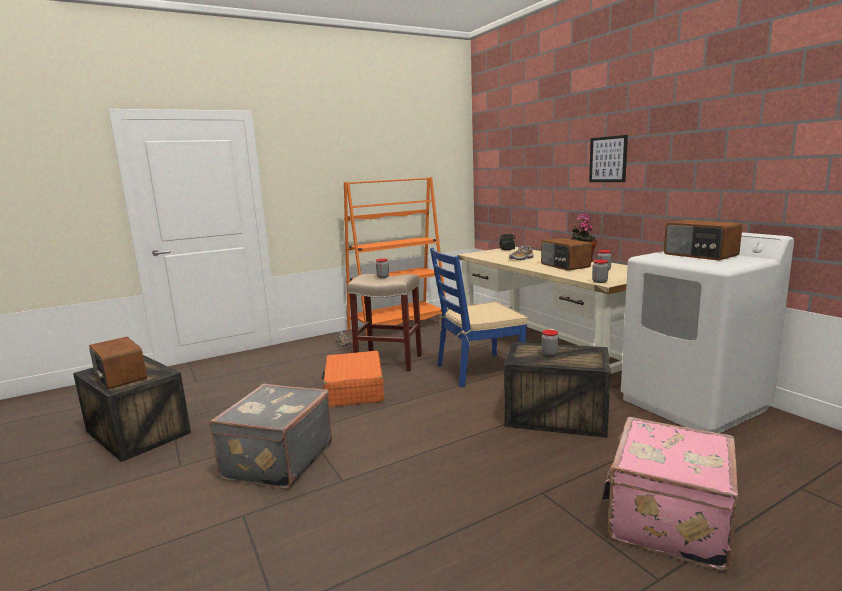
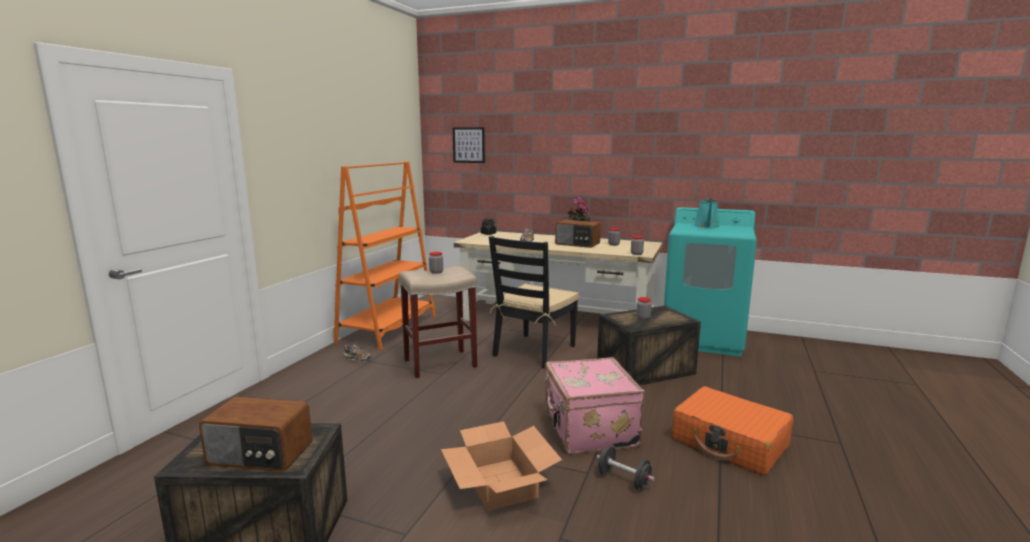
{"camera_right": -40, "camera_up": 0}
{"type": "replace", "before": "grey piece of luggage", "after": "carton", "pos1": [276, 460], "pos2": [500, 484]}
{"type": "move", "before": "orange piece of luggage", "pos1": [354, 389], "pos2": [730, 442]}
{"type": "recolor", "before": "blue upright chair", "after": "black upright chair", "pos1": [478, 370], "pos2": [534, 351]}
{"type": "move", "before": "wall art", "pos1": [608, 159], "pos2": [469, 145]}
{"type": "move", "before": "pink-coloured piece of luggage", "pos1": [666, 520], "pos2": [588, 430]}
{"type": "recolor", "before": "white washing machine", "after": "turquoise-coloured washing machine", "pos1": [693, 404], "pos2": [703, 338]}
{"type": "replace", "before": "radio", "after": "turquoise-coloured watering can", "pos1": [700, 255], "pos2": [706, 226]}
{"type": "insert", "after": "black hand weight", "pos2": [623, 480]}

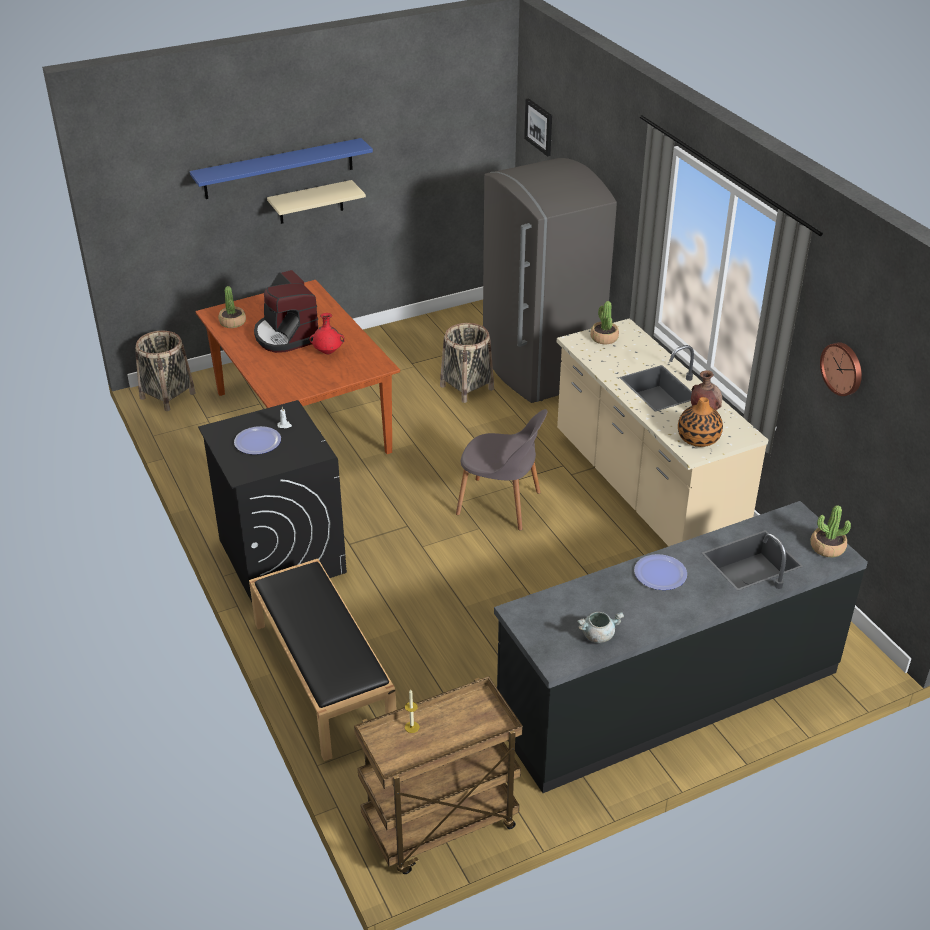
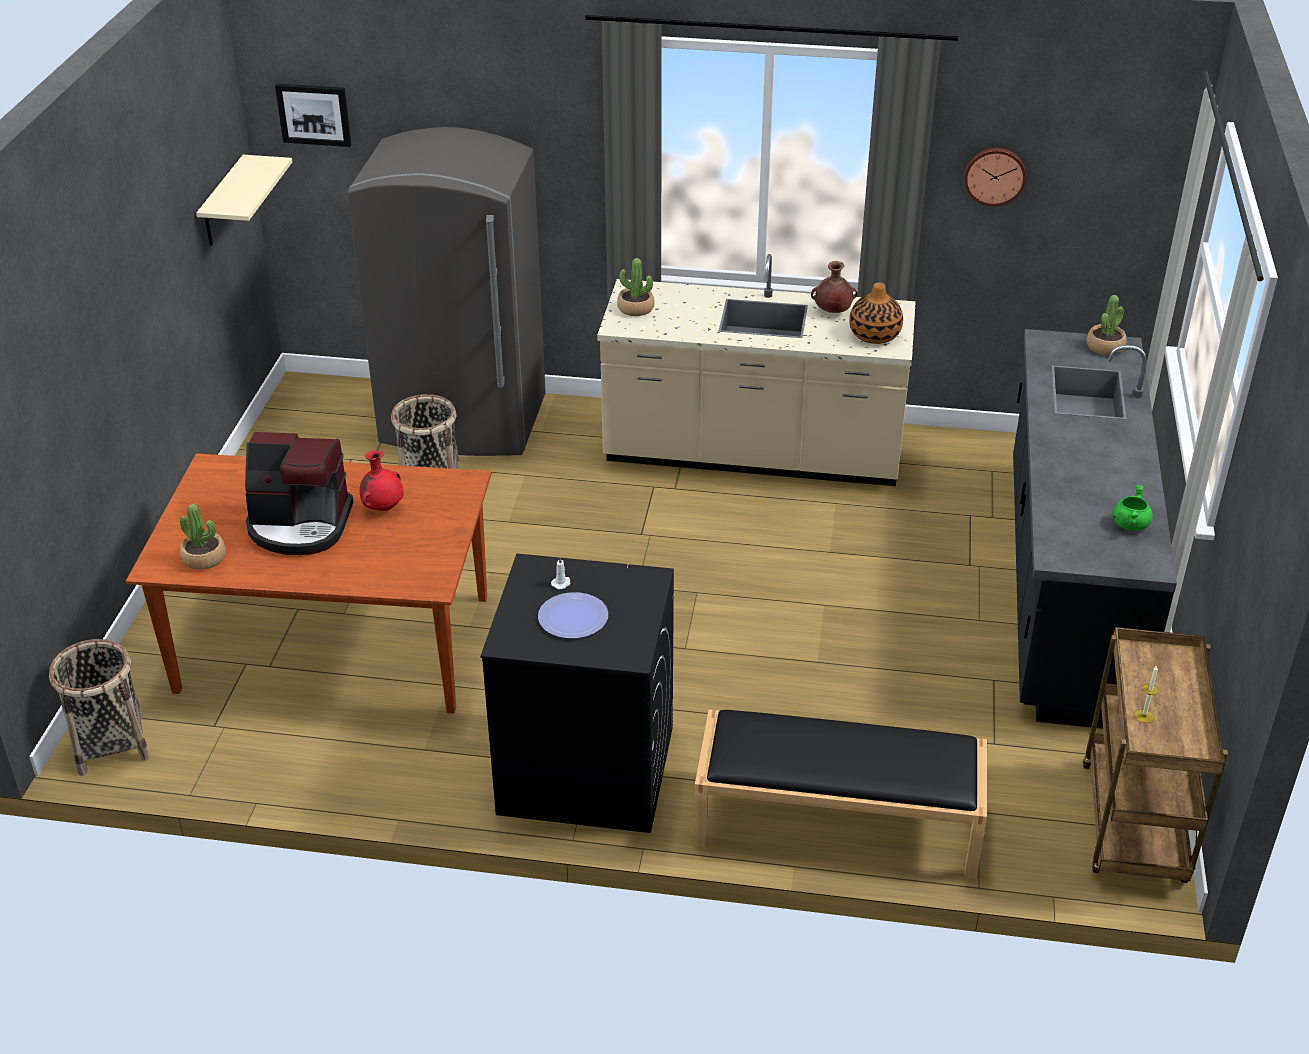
{"camera_right": -55, "camera_up": 0}
{"type": "delete", "before": "blue shelf", "pos1": [279, 168]}
{"type": "move", "before": "beige shelf", "pos1": [310, 202], "pos2": [223, 202]}
{"type": "delete", "before": "grey upright chair", "pos1": [501, 504]}
{"type": "recolor", "before": "grey cooking pot", "after": "greenish cooking pot", "pos1": [598, 635], "pos2": [1129, 524]}
{"type": "delete", "before": "dinner plate", "pos1": [660, 573]}

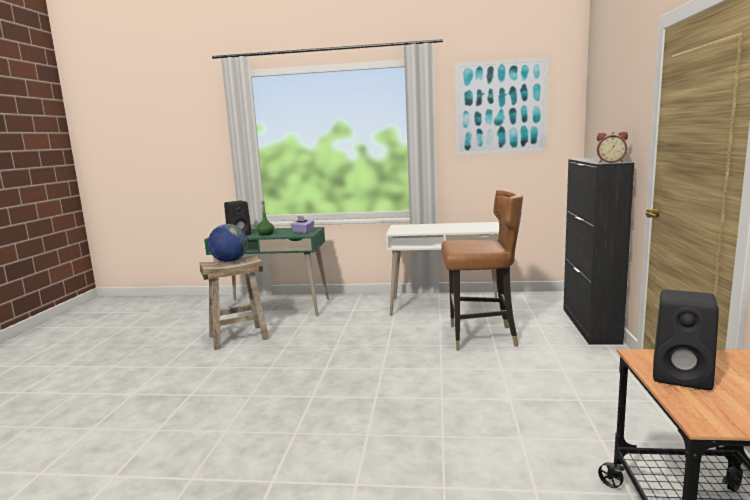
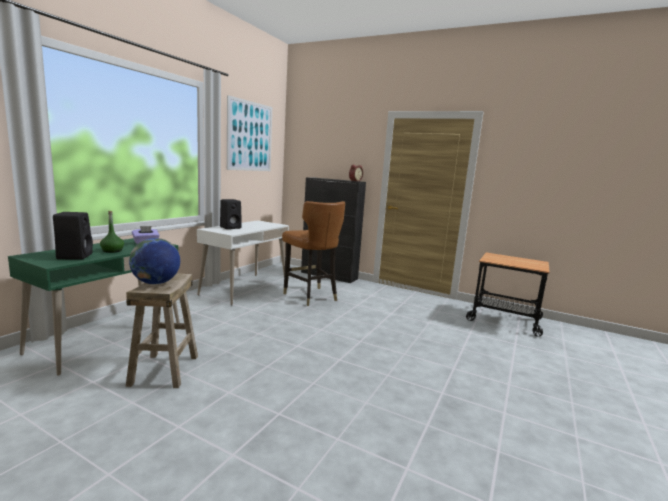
{"camera_right": -70, "camera_up": 0}
{"type": "rotate", "before": "brown-coloured upright chair", "pos1": [480, 337], "pos2": [310, 296], "turn": 120}
{"type": "move", "before": "black audio speaker", "pos1": [683, 377], "pos2": [231, 227]}

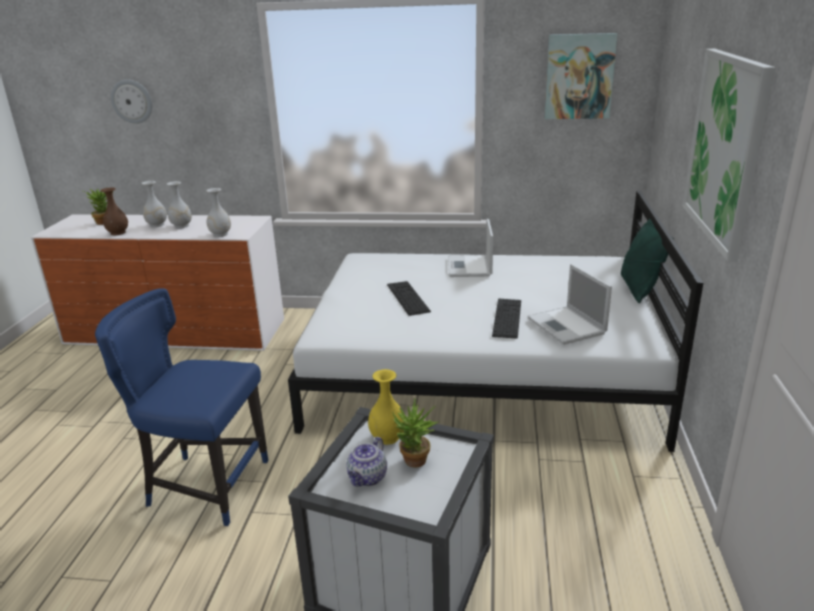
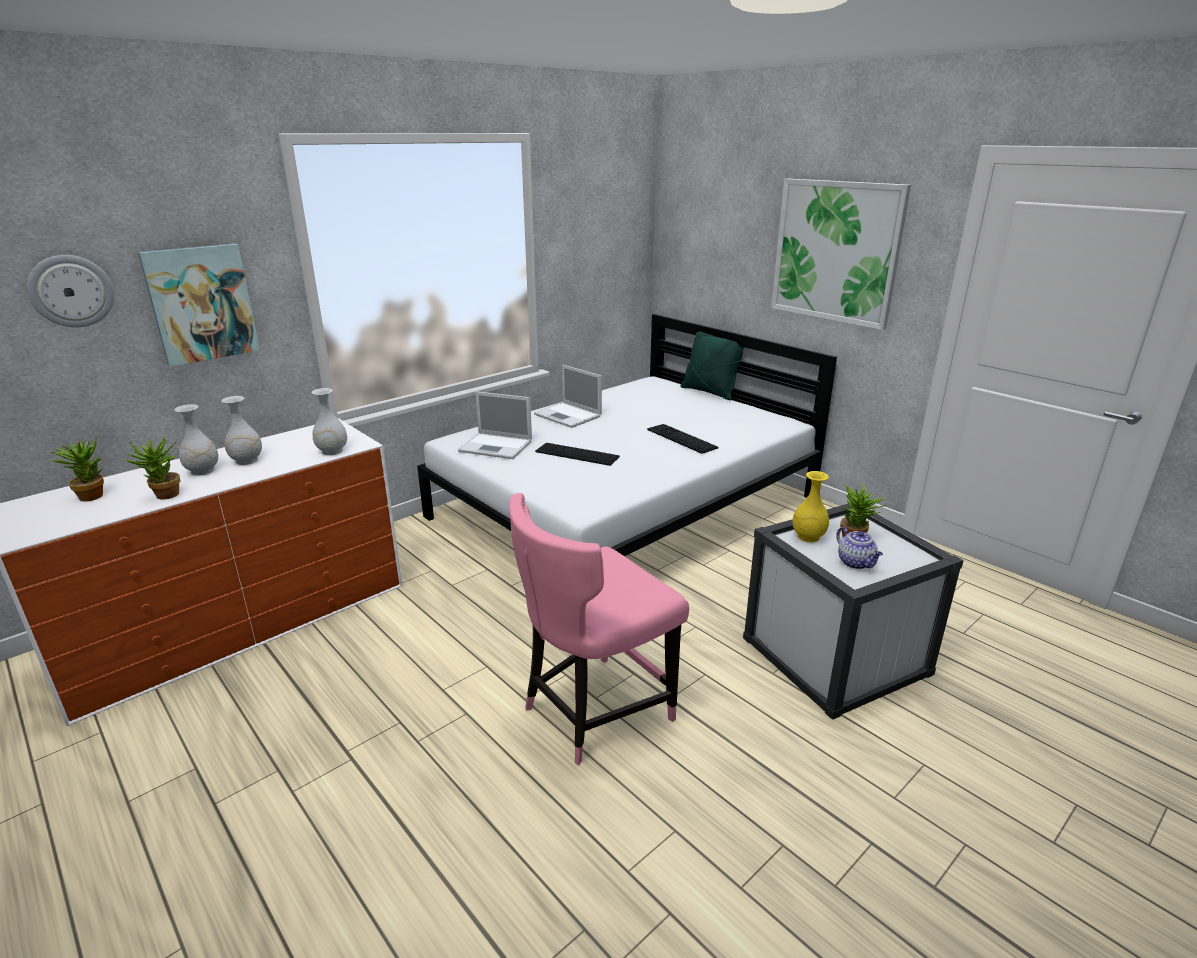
{"camera_right": -50, "camera_up": 0}
{"type": "recolor", "before": "blue upright chair", "after": "pink-coloured upright chair", "pos1": [205, 485], "pos2": [593, 711]}
{"type": "replace", "before": "brown-coloured decorative vase", "after": "potted plant", "pos1": [118, 233], "pos2": [164, 497]}
{"type": "move", "before": "laptop", "pos1": [567, 326], "pos2": [497, 446]}
{"type": "move", "before": "wall art", "pos1": [579, 76], "pos2": [201, 303]}

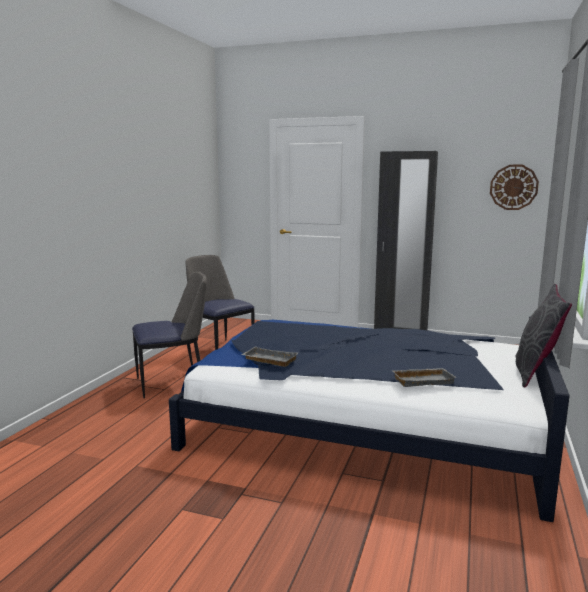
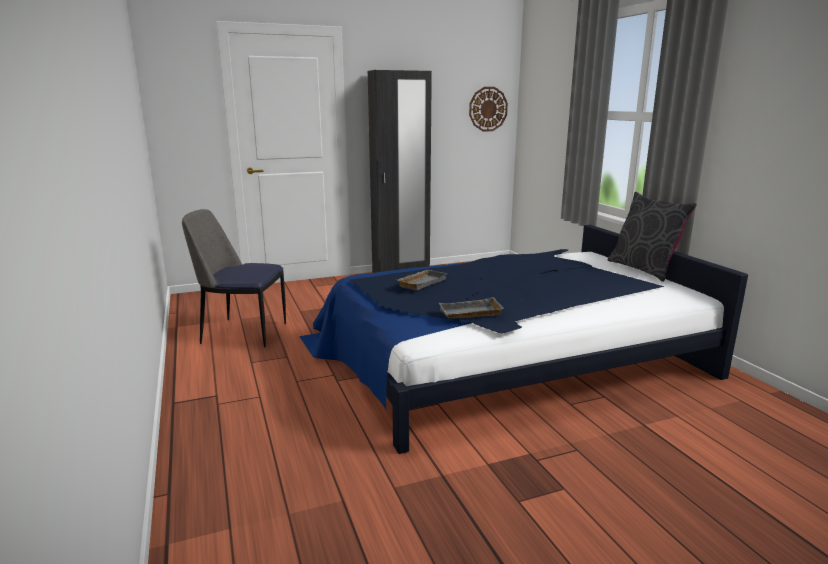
{"camera_right": -40, "camera_up": 5}
{"type": "delete", "before": "upright chair", "pos1": [173, 383]}
{"type": "move", "before": "grey tray", "pos1": [423, 380], "pos2": [421, 282]}

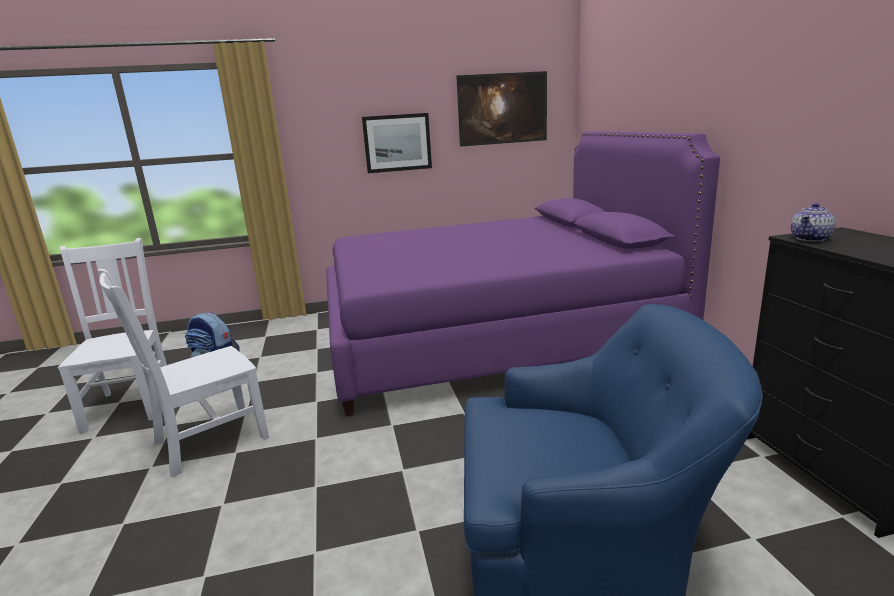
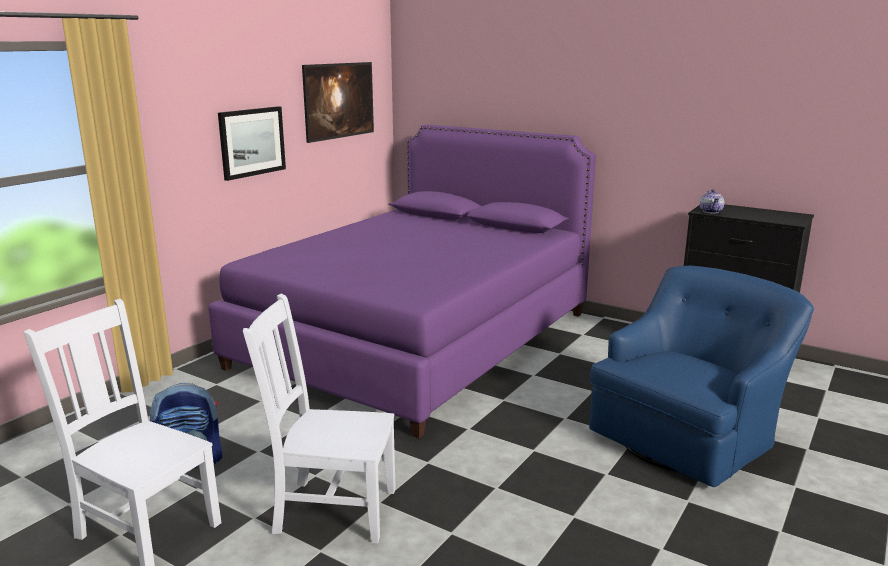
{"camera_right": -45, "camera_up": 0}
{"type": "rotate", "before": "white upright chair", "pos1": [207, 442], "pos2": [331, 510], "turn": 90}

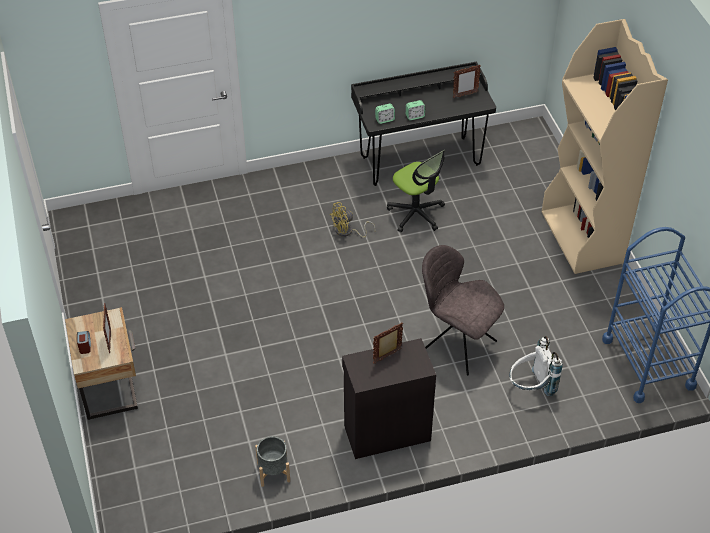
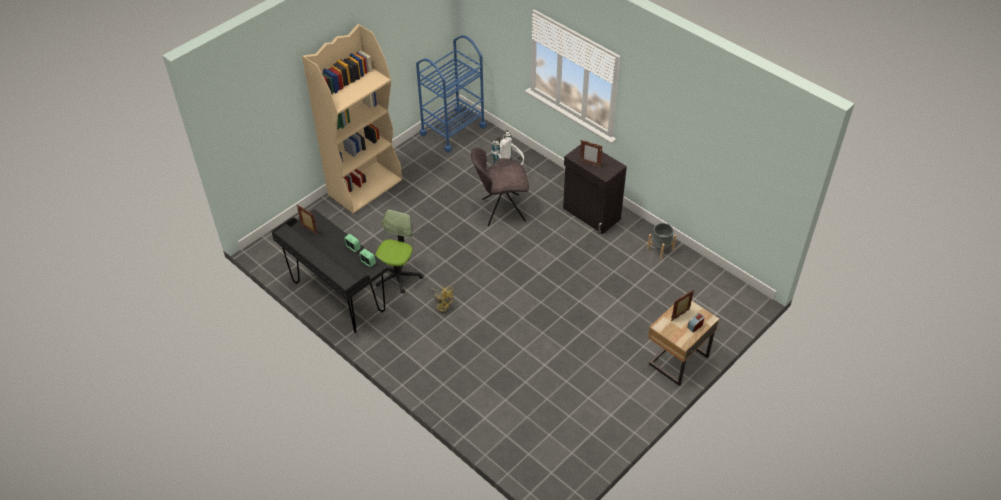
{"camera_right": -120, "camera_up": 0}
{"type": "rotate", "before": "grey upright chair", "pos1": [457, 344], "pos2": [501, 210], "turn": 75}

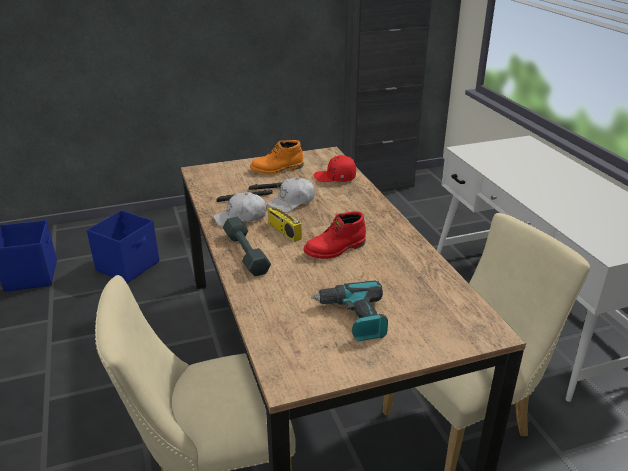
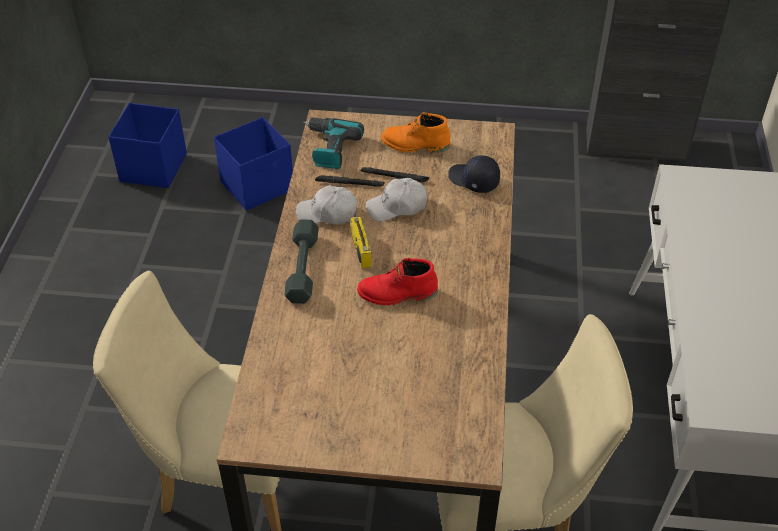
{"camera_right": 25, "camera_up": 15}
{"type": "move", "before": "drill", "pos1": [354, 318], "pos2": [329, 148]}
{"type": "recolor", "before": "red cap", "after": "black cap", "pos1": [335, 178], "pos2": [473, 180]}

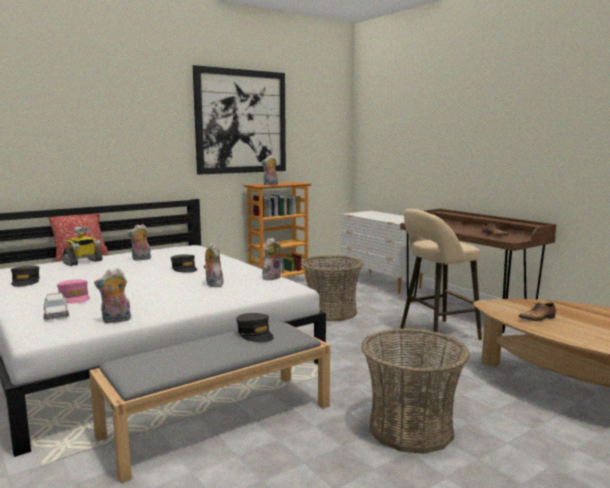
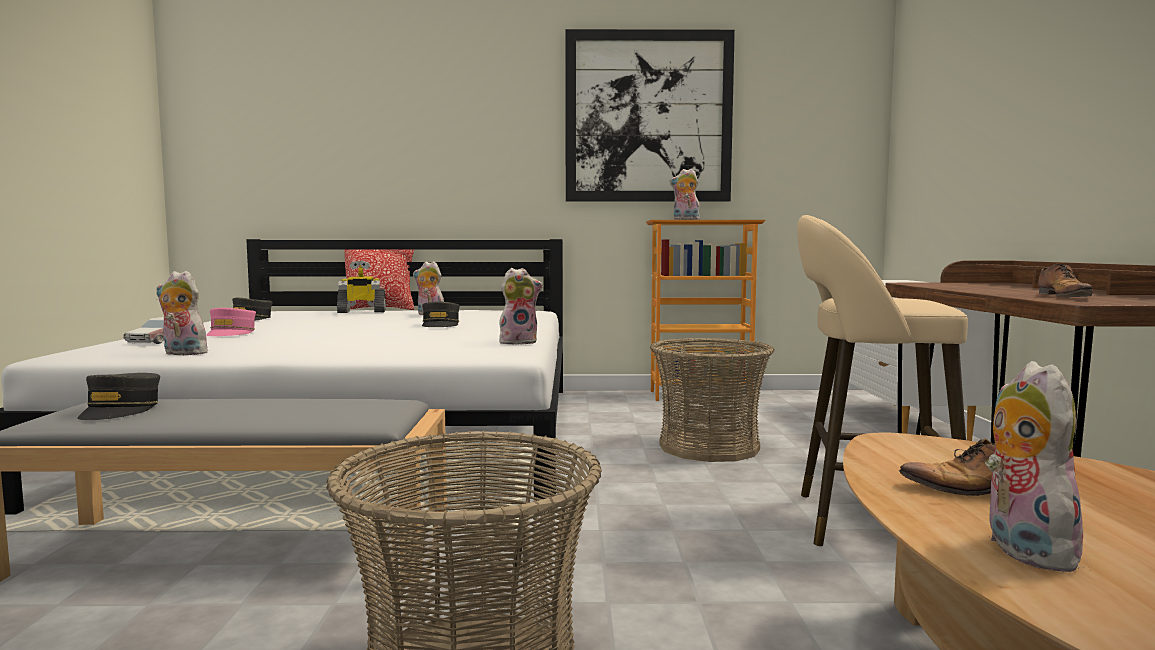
{"camera_right": 35, "camera_up": -5}
{"type": "move", "before": "soft toy", "pos1": [212, 285], "pos2": [1021, 549]}
{"type": "move", "before": "grey cap", "pos1": [255, 334], "pos2": [121, 410]}

